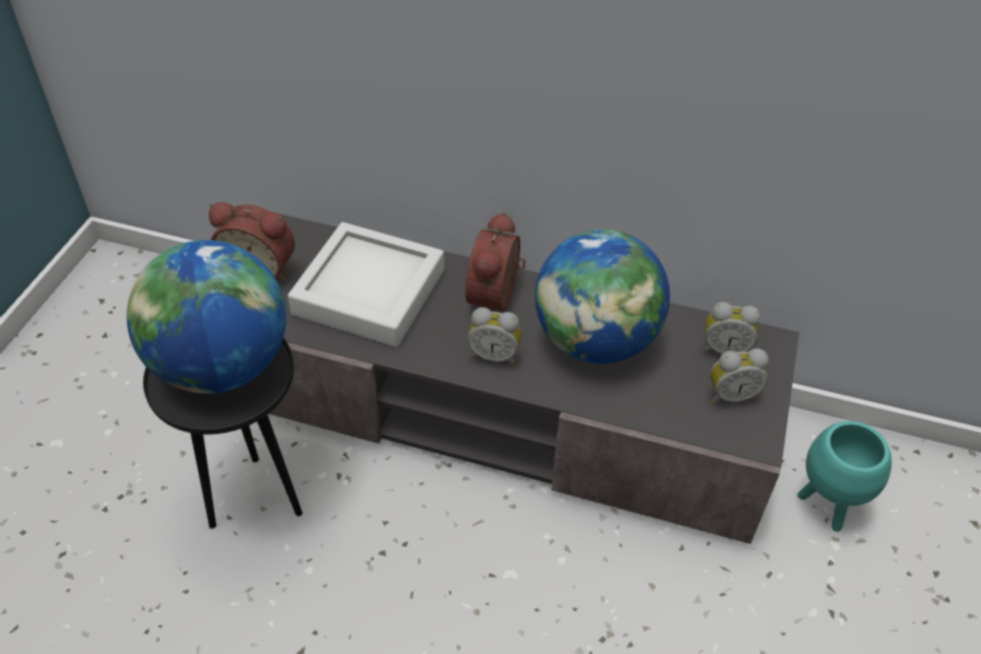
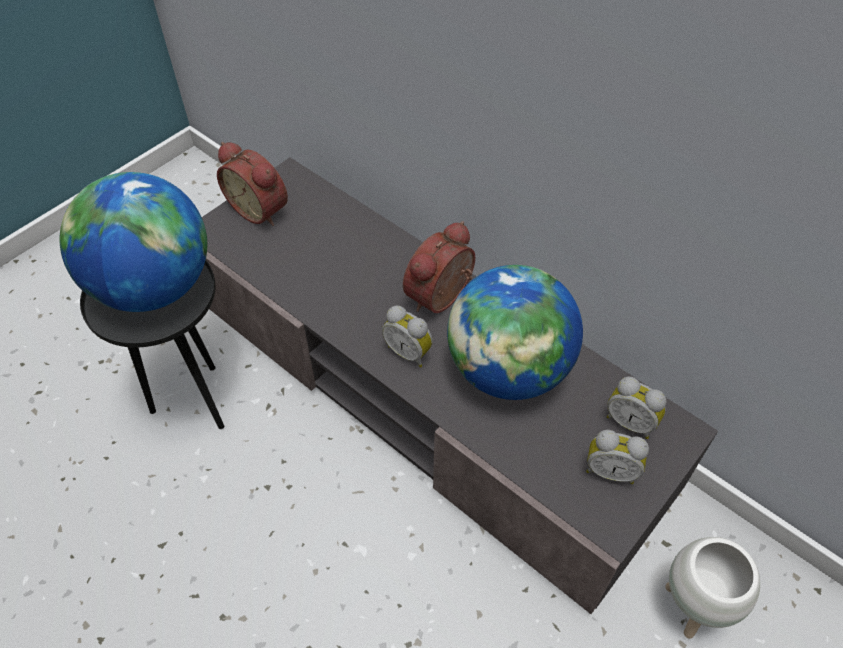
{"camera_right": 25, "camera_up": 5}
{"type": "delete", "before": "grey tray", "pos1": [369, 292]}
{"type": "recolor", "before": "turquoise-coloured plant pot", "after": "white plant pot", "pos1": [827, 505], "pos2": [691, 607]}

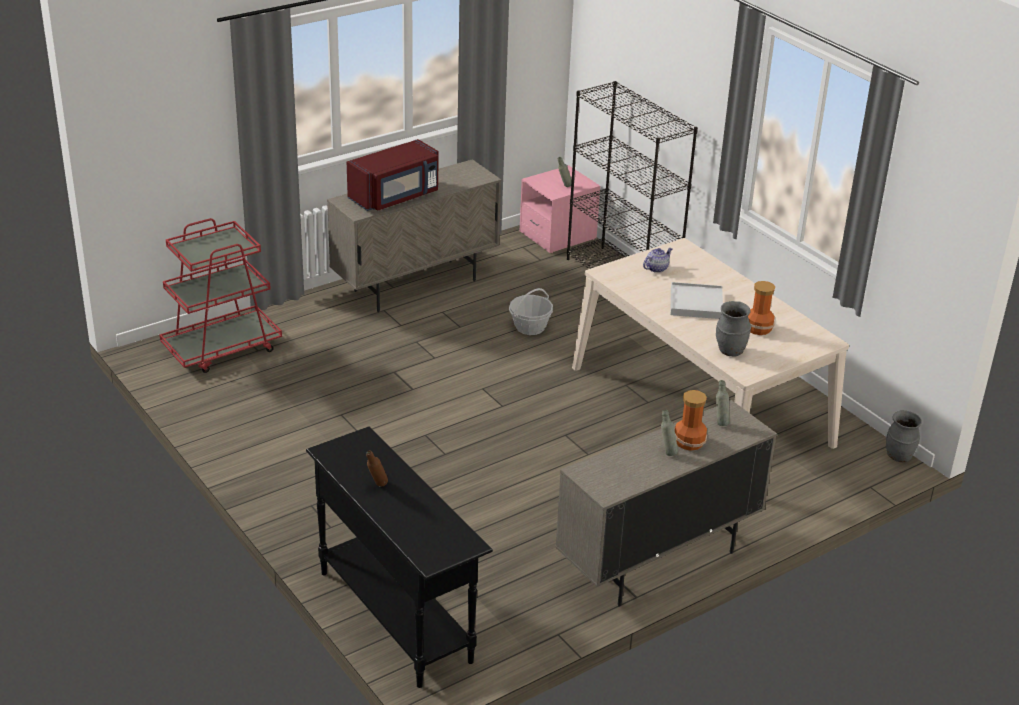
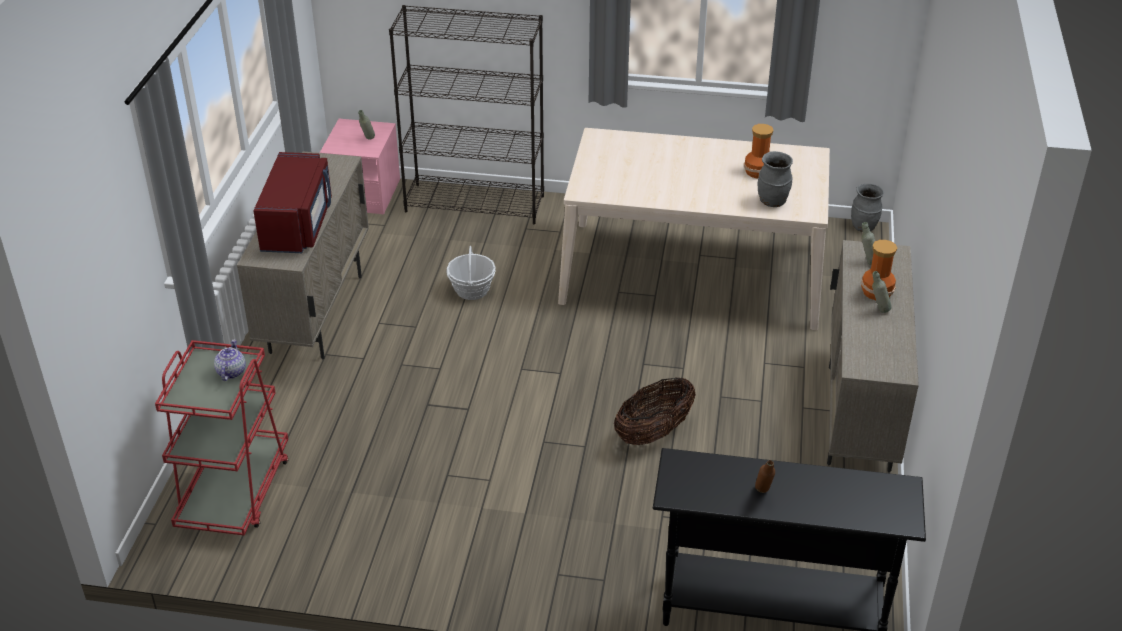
{"camera_right": -45, "camera_up": 5}
{"type": "move", "before": "teapot", "pos1": [656, 268], "pos2": [231, 372]}
{"type": "delete", "before": "white tray", "pos1": [696, 303]}
{"type": "insert", "after": "basket", "pos2": [654, 432]}

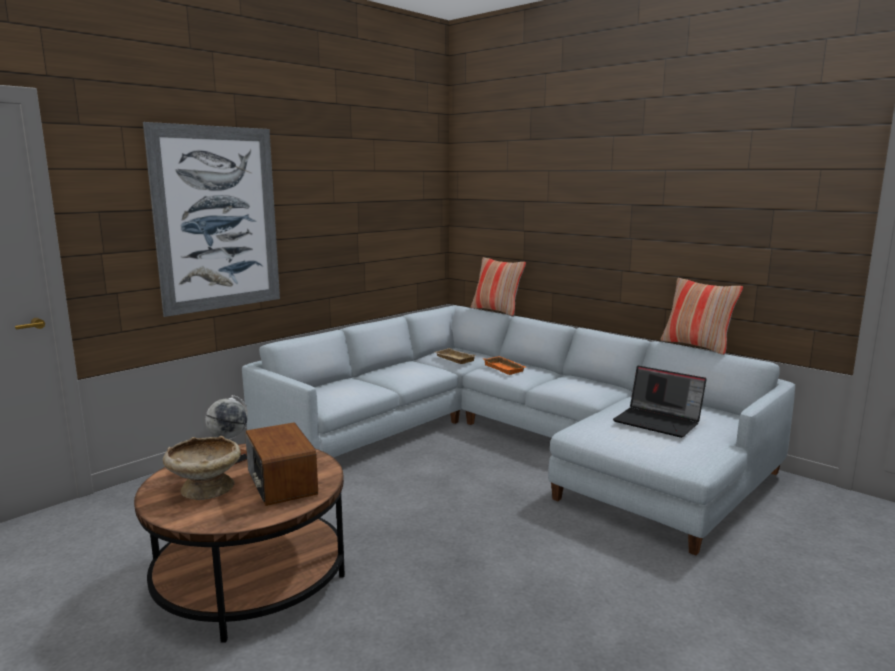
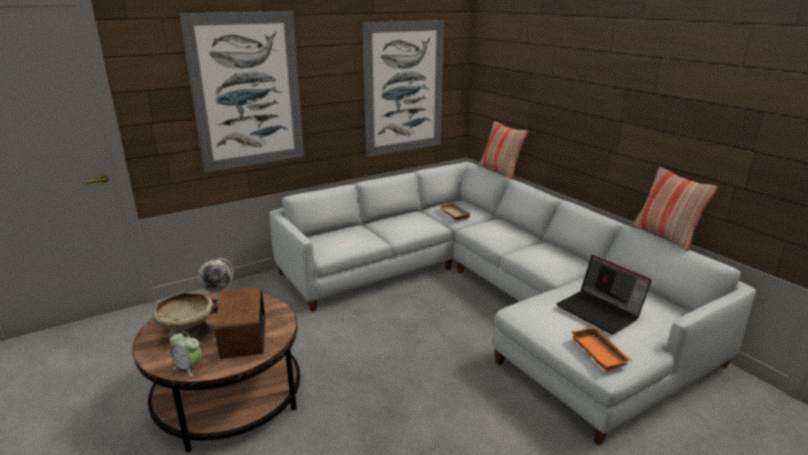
{"camera_right": 15, "camera_up": 10}
{"type": "move", "before": "orange tray", "pos1": [505, 368], "pos2": [601, 352]}
{"type": "insert", "after": "table clock", "pos2": [188, 367]}
{"type": "insert", "after": "wall art", "pos2": [404, 88]}

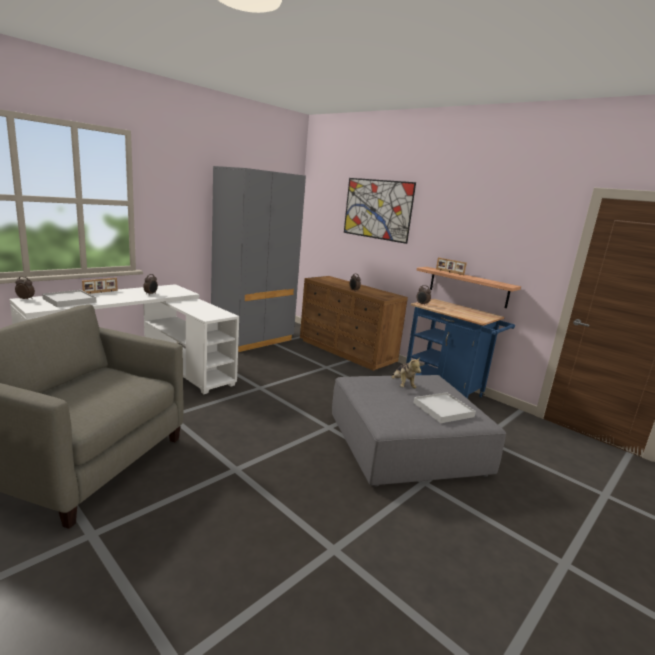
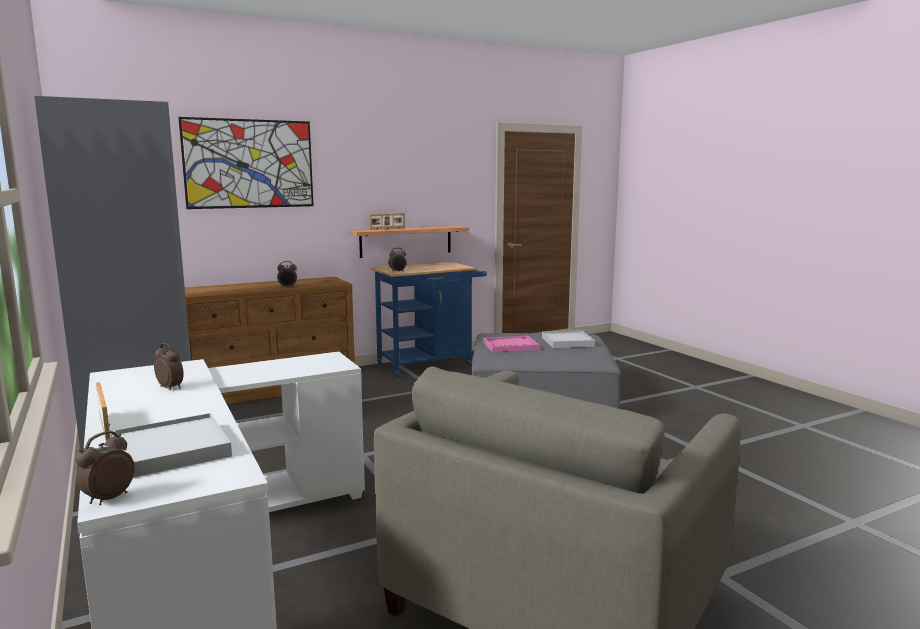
{"camera_right": -70, "camera_up": -5}
{"type": "replace", "before": "soft toy", "after": "pink-coloured tray", "pos1": [402, 385], "pos2": [510, 346]}

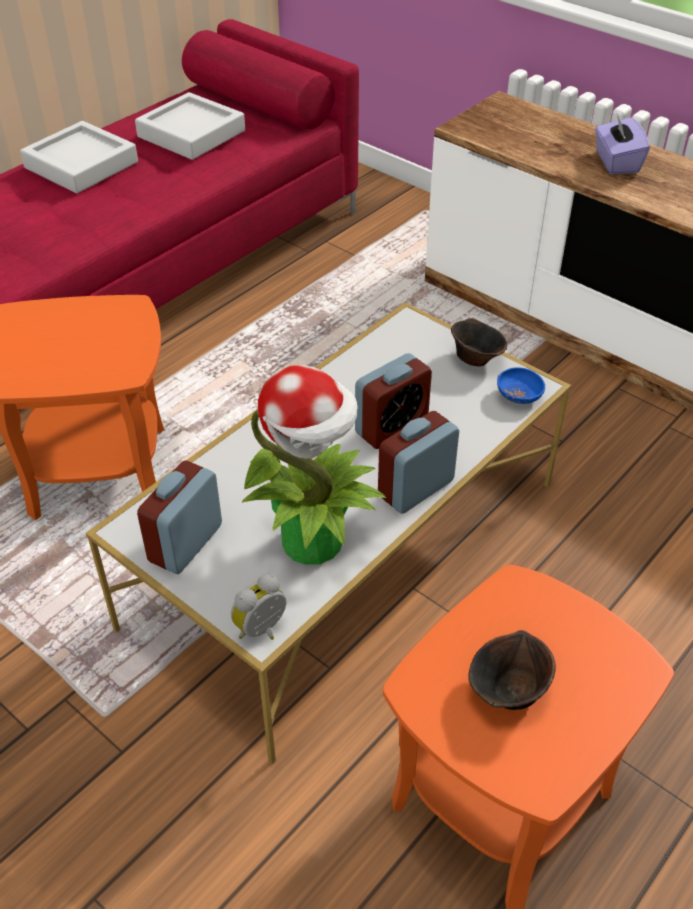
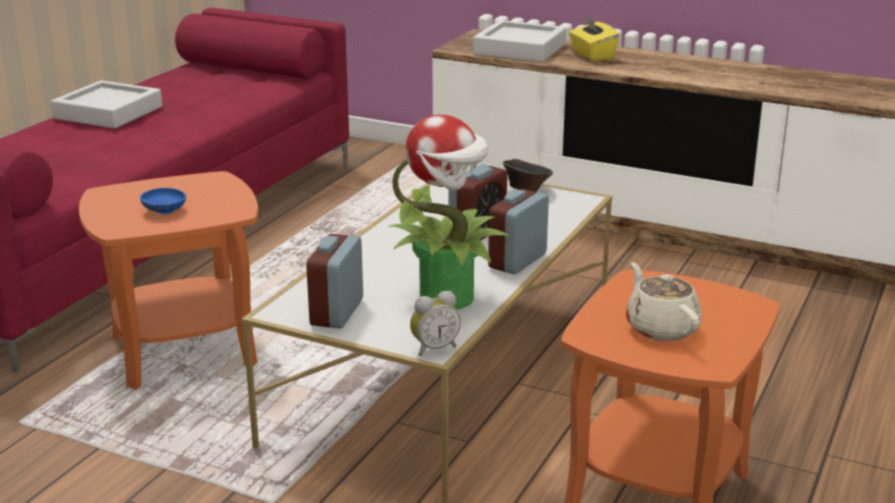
{"camera_right": -15, "camera_up": -20}
{"type": "move", "before": "grey tray", "pos1": [191, 134], "pos2": [520, 49]}
{"type": "rotate", "before": "table clock", "pos1": [263, 630], "pos2": [434, 348], "turn": -150}
{"type": "replace", "before": "brown-coloured deep dish", "after": "beige teapot", "pos1": [508, 692], "pos2": [661, 328]}
{"type": "move", "before": "blue deep dish", "pos1": [519, 396], "pos2": [164, 211]}
{"type": "recolor", "before": "purple-coloured tissue holder", "after": "yellow-coloured tissue holder", "pos1": [616, 162], "pos2": [592, 56]}

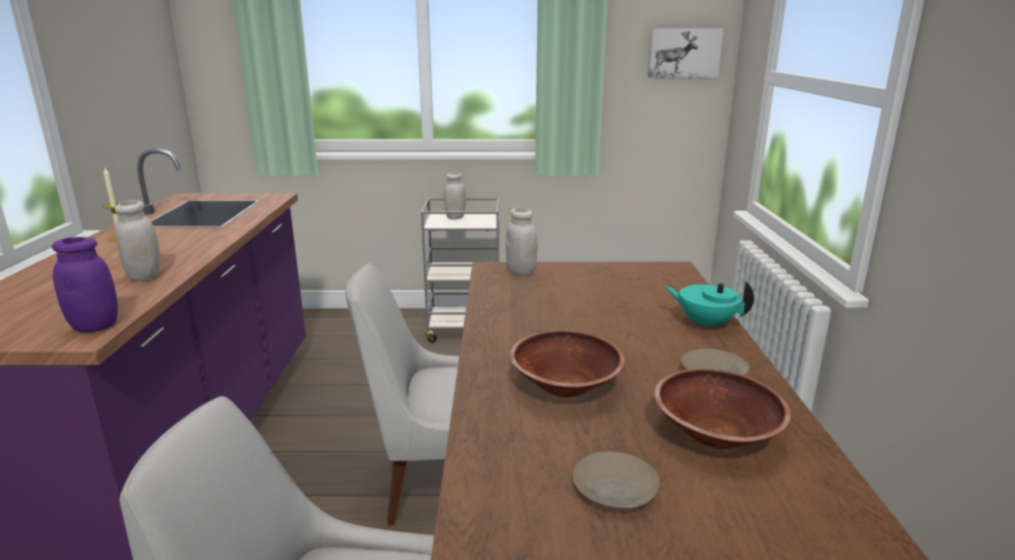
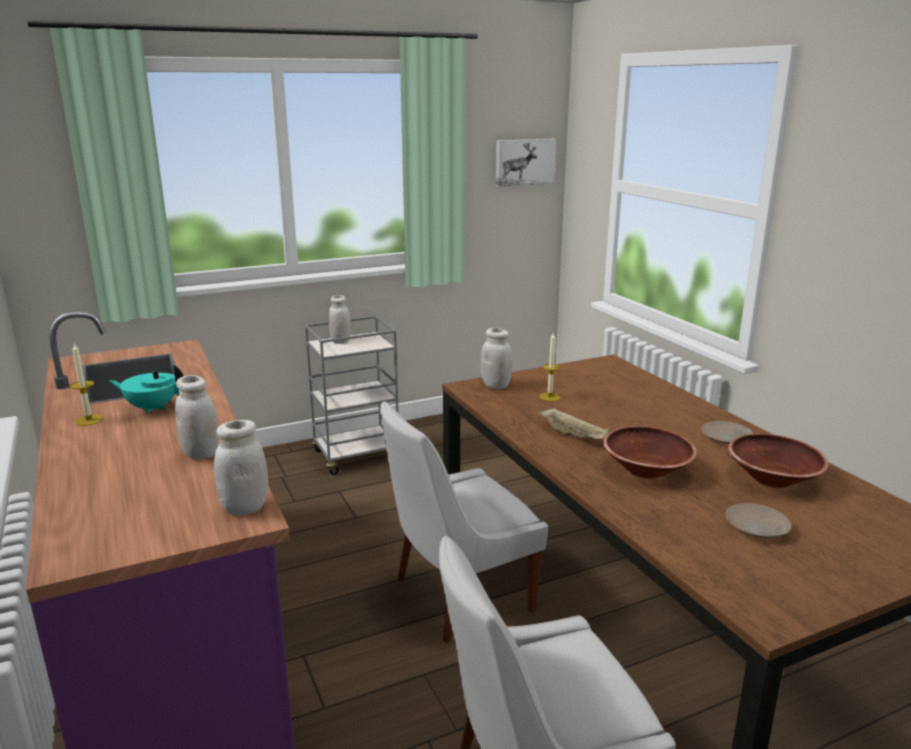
{"camera_right": -25, "camera_up": 0}
{"type": "recolor", "before": "purple-coloured storage jar", "after": "white storage jar", "pos1": [95, 326], "pos2": [245, 508]}
{"type": "move", "before": "turquoise-coloured teapot", "pos1": [705, 323], "pos2": [152, 408]}
{"type": "insert", "after": "beige tray", "pos2": [573, 436]}
{"type": "insert", "after": "wax light", "pos2": [550, 397]}

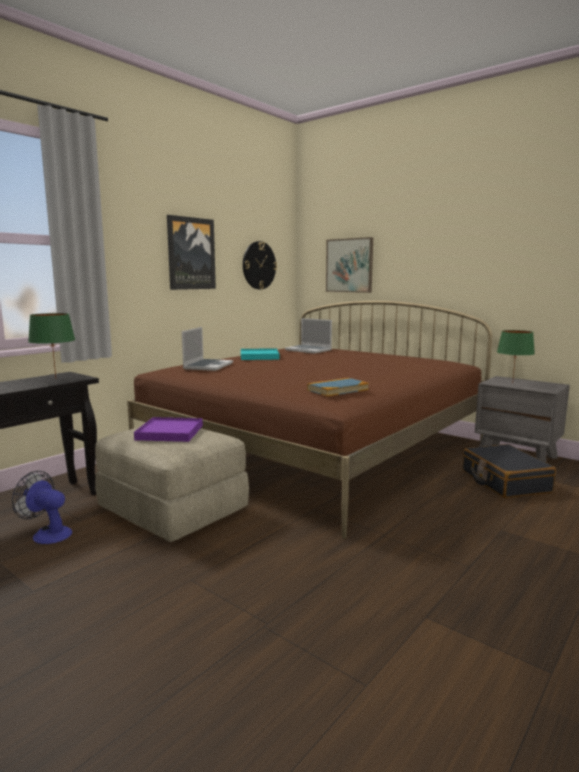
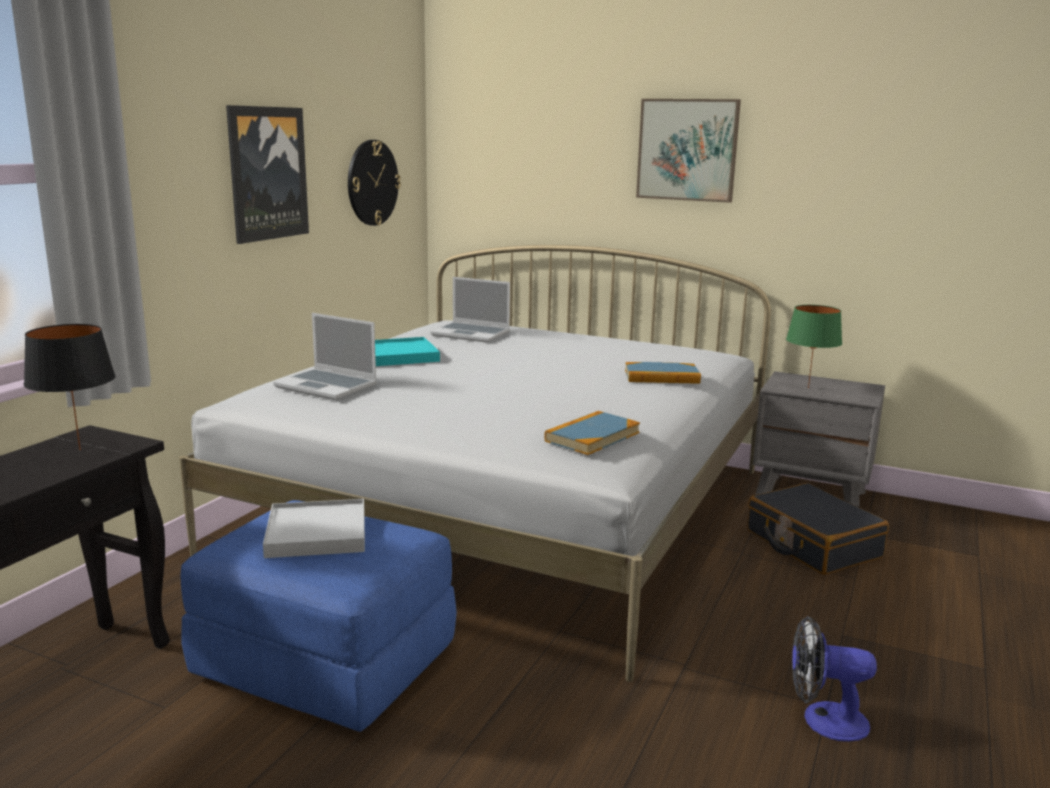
{"camera_right": -15, "camera_up": 5}
{"type": "move", "before": "fan", "pos1": [47, 533], "pos2": [823, 720]}
{"type": "recolor", "before": "greenish tabletop lamp", "after": "black tabletop lamp", "pos1": [56, 379], "pos2": [81, 450]}
{"type": "recolor", "before": "beige pouffe", "after": "blue pouffe", "pos1": [174, 510], "pos2": [328, 661]}
{"type": "recolor", "before": "brown-coloured sleeping bed", "after": "white sleeping bed", "pos1": [315, 449], "pos2": [507, 509]}
{"type": "recolor", "before": "purple-coloured tray", "after": "white tray", "pos1": [169, 432], "pos2": [316, 533]}
{"type": "rotate", "before": "laptop", "pos1": [208, 366], "pos2": [328, 386], "turn": 120}
{"type": "move", "before": "wall art", "pos1": [349, 265], "pos2": [687, 150]}
{"type": "insert", "after": "book", "pos2": [661, 377]}

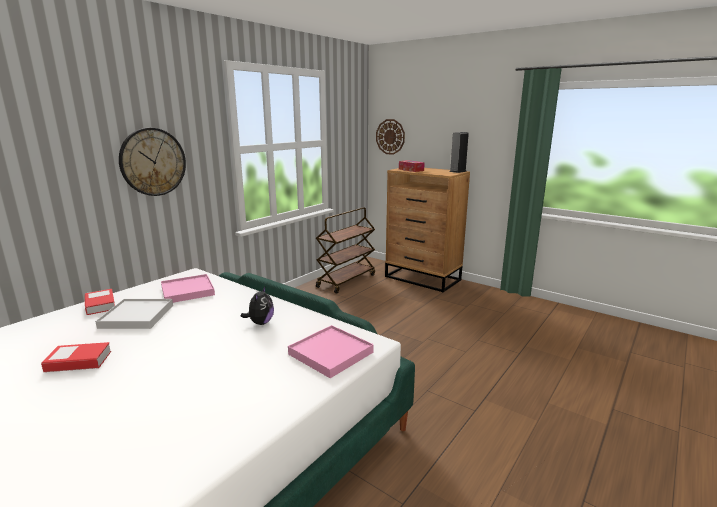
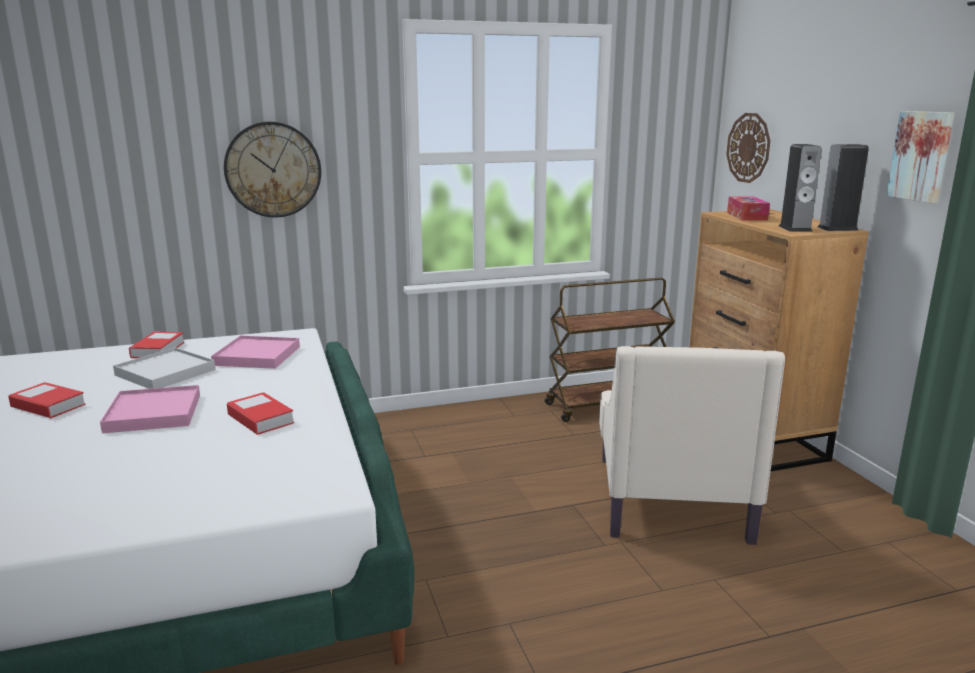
{"camera_right": 35, "camera_up": 0}
{"type": "replace", "before": "soft toy", "after": "book", "pos1": [260, 323], "pos2": [260, 419]}
{"type": "move", "before": "pink-coloured tray", "pos1": [331, 353], "pos2": [153, 413]}
{"type": "insert", "after": "beige easy chair", "pos2": [671, 496]}
{"type": "insert", "after": "audio speaker", "pos2": [795, 228]}
{"type": "insert", "after": "wall art", "pos2": [922, 156]}

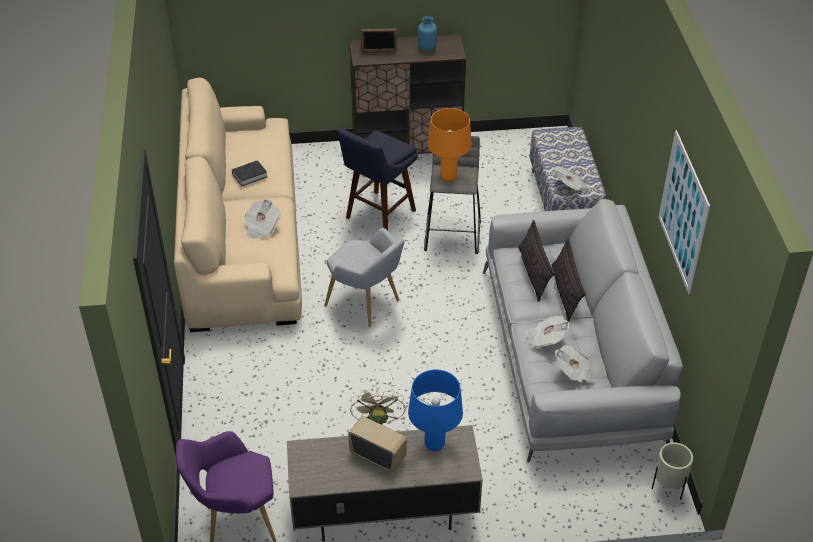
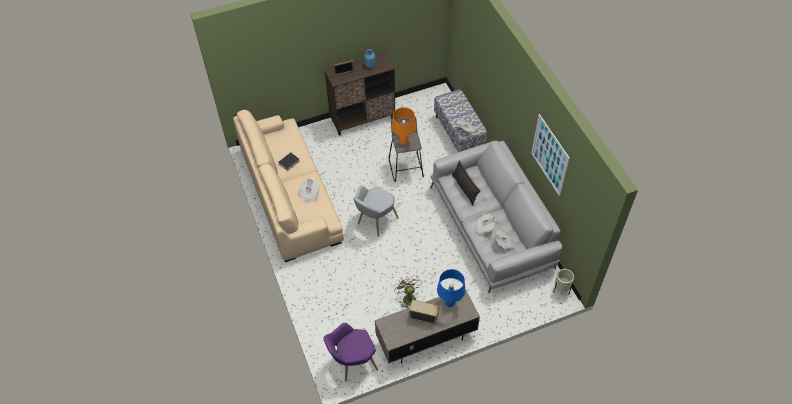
{"camera_right": -15, "camera_up": 10}
{"type": "rotate", "before": "grey easy chair", "pos1": [367, 304], "pos2": [375, 222], "turn": 105}
{"type": "delete", "before": "blue stool", "pos1": [378, 216]}
{"type": "delete", "before": "pillow", "pos1": [565, 292]}

